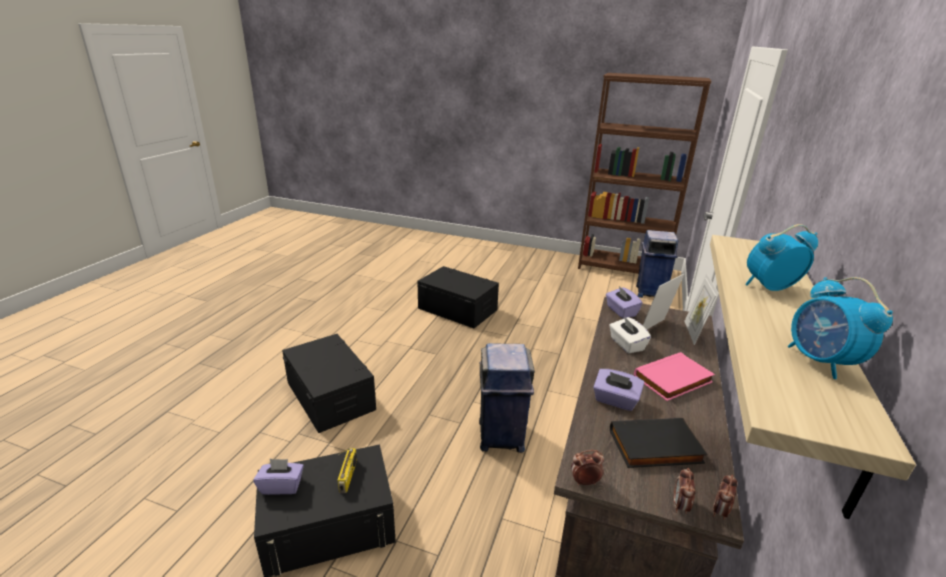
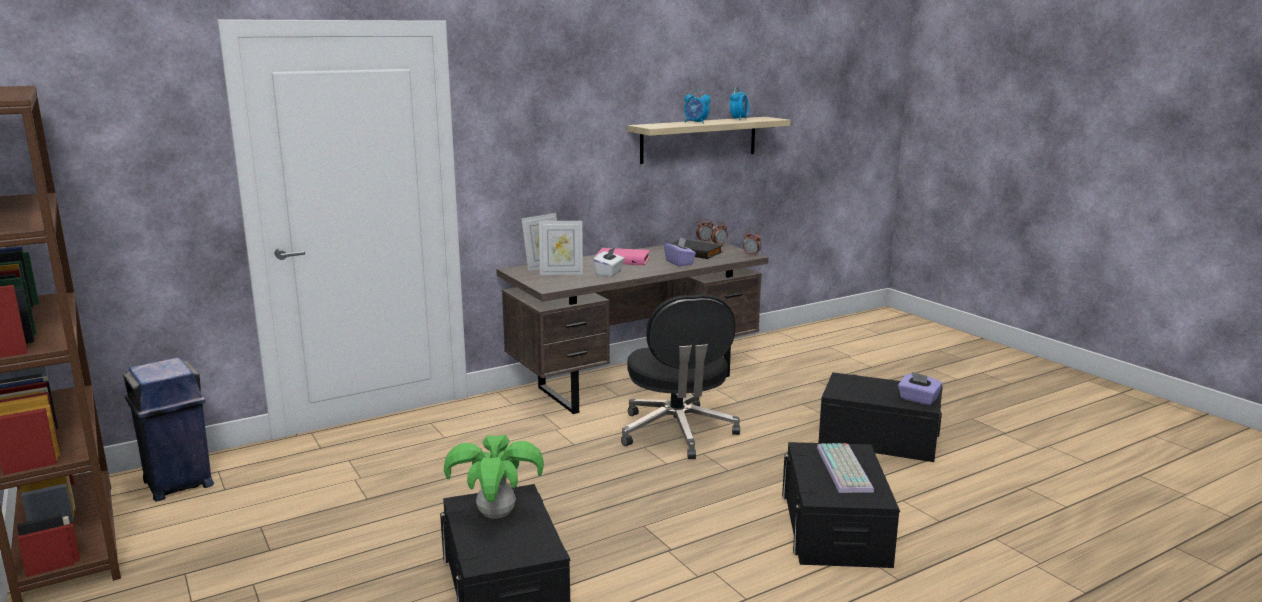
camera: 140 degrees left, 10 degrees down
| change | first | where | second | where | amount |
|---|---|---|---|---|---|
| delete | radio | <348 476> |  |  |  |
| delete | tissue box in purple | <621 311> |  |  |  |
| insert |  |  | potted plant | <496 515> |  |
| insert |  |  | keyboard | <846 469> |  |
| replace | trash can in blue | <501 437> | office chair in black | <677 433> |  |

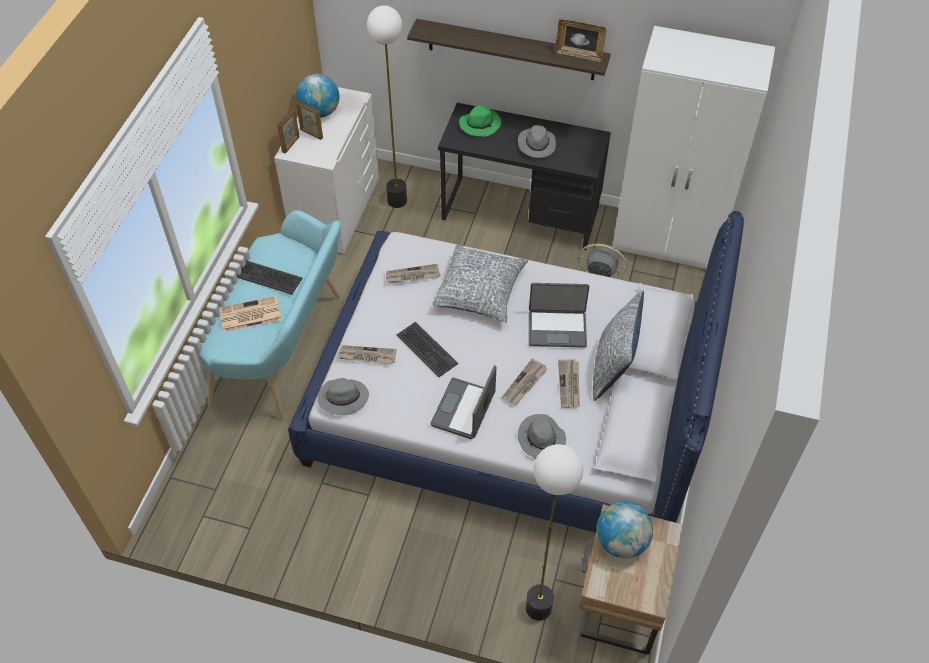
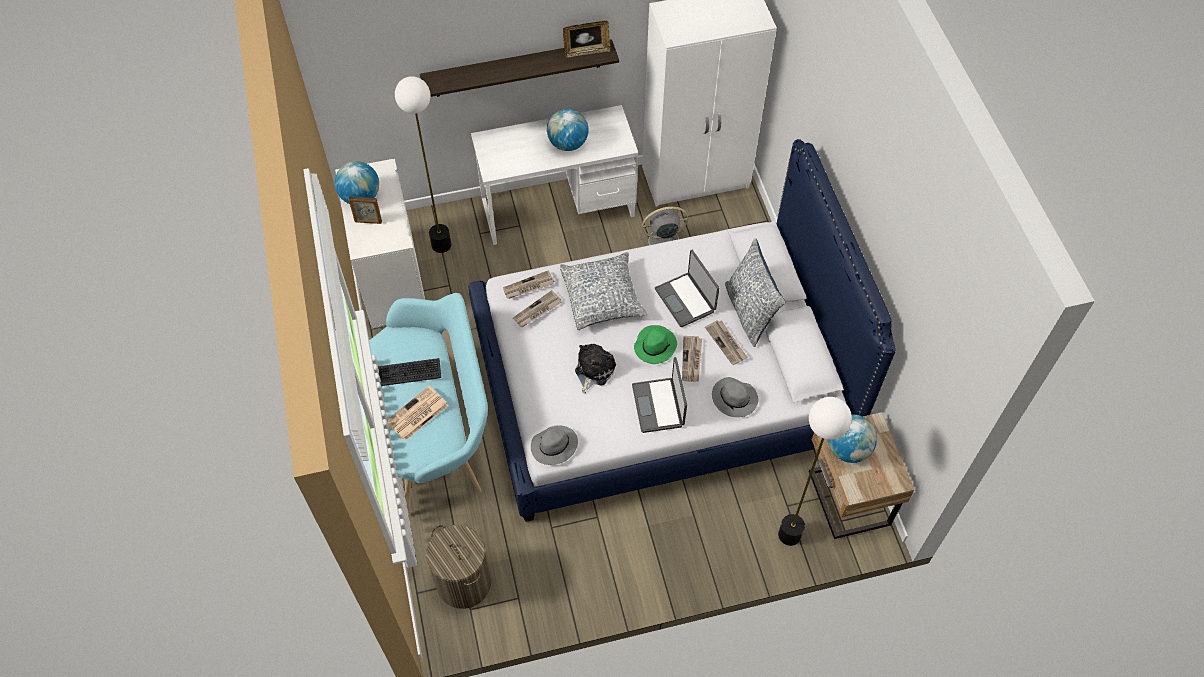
camera: 30 degrees left, 5 degrees up
| change | first | where | second | where | amount |
|---|---|---|---|---|---|
| delete | picture frame | <291 144> |  |  |  |
| insert |  |  | laundry basket | <463 582> |  |
| move | newspaper | <367 356> |  | <528 286> |  |
| move | hat in green | <480 124> |  | <655 345> |  |
| replace | keyboard | <426 350> | plush toy | <593 370> |  |
| replace | hat in grey | <536 144> | globe | <568 144> |  |
| recolor | desk in black | <520 213> | desk in white | <558 207> |  |
| rotate | laptop | <557 328> |  | <686 300> | 90 degrees clockwise |

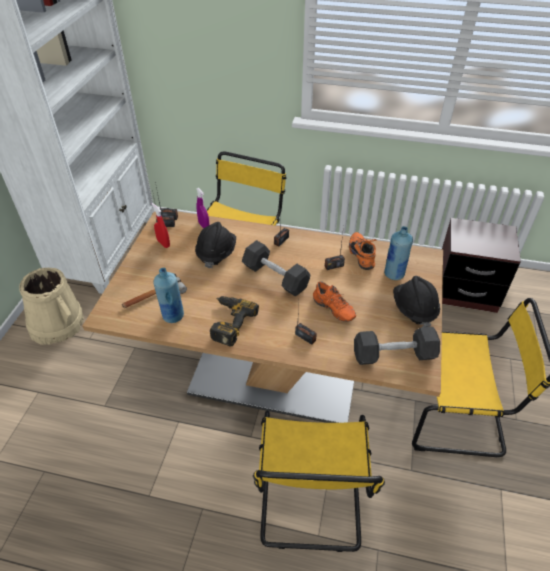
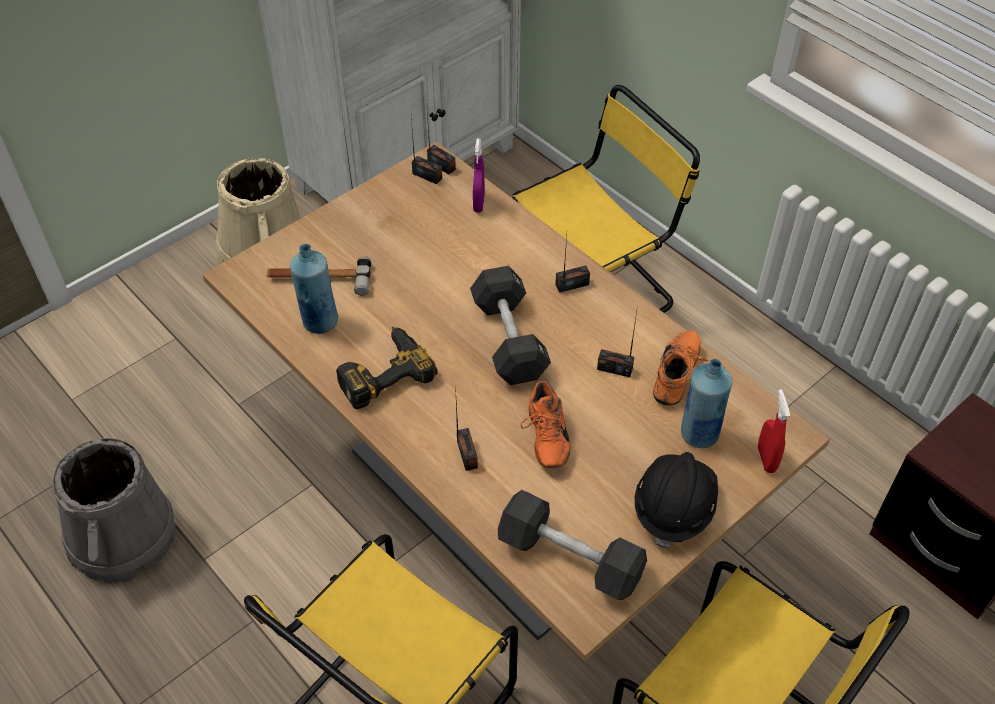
camera: 35 degrees right, 5 degrees up
| change | first | where | second | where | amount |
|---|---|---|---|---|---|
| delete | hard hat in black | <216 253> |  |  |  |
| insert |  |  | bucket in grey | <123 537> |  |
| move | spray bottle in red | <163 243> |  | <766 459> |  |

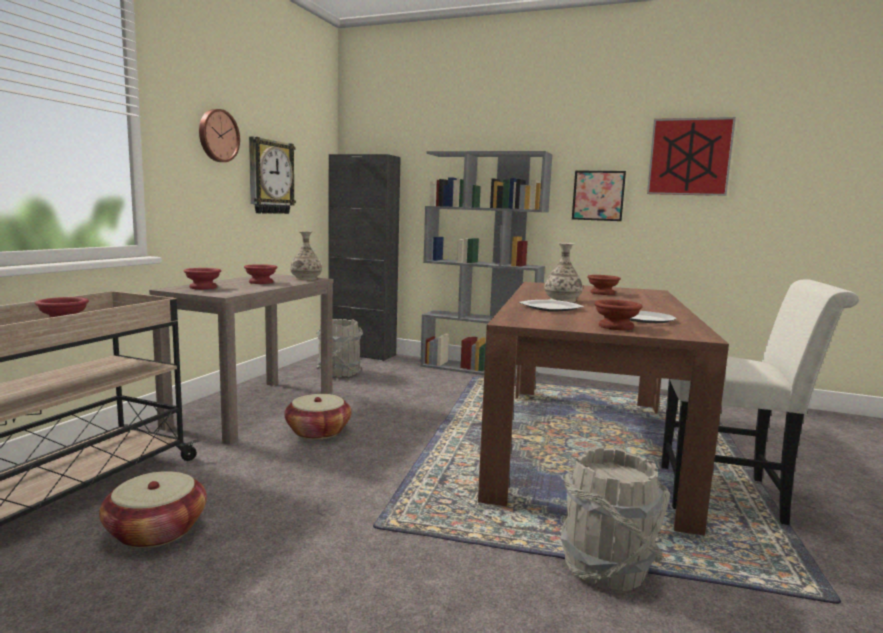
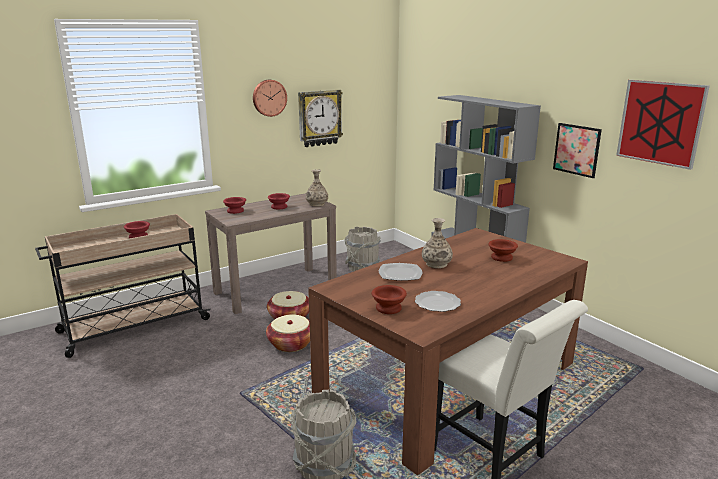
camera: 35 degrees right, 10 degrees up
| change | first | where | second | where | amount |
|---|---|---|---|---|---|
| delete | cabinet in black | <362 354> |  |  |  |
| move | basket | <156 531> |  | <291 344> |  |

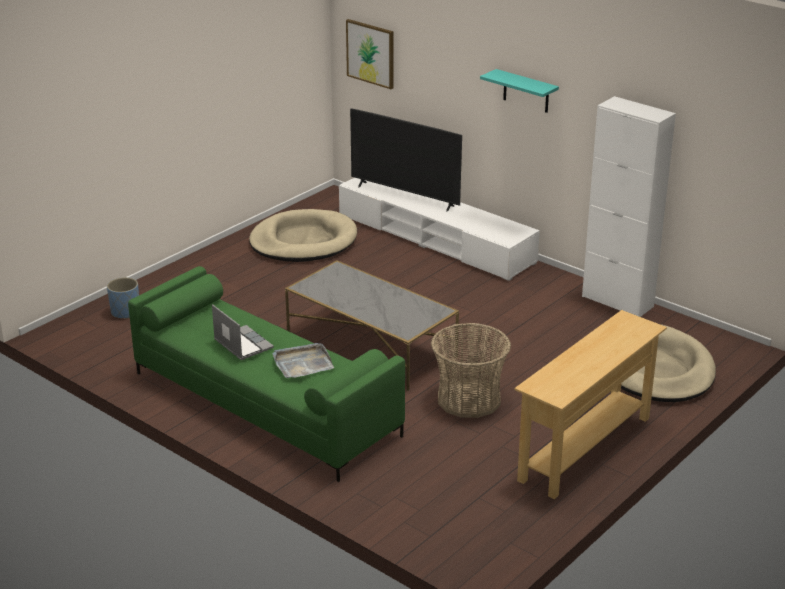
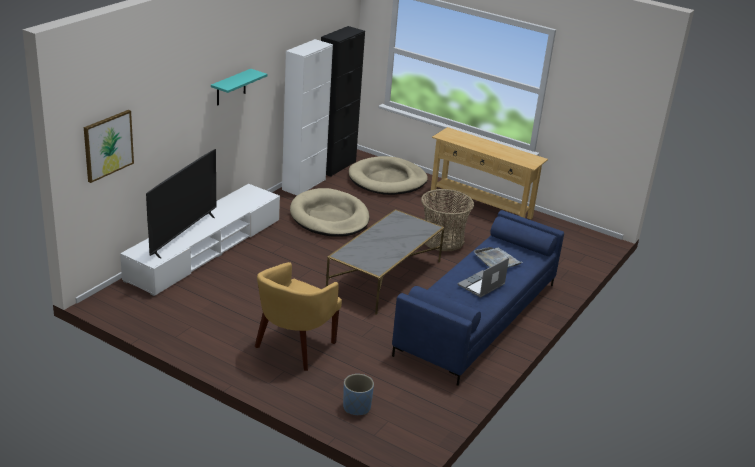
camera: 100 degrees left, 0 degrees up
| change | first | where | second | where | amount |
|---|---|---|---|---|---|
| insert |  |  | armchair in yellow | <294 347> |  |
| insert |  |  | cabinet in black | <335 166> |  |
| move | dog bed in beige | <303 241> |  | <329 217> |  |
| recolor | sofa in green | <264 404> | sofa in blue | <478 319> |  |

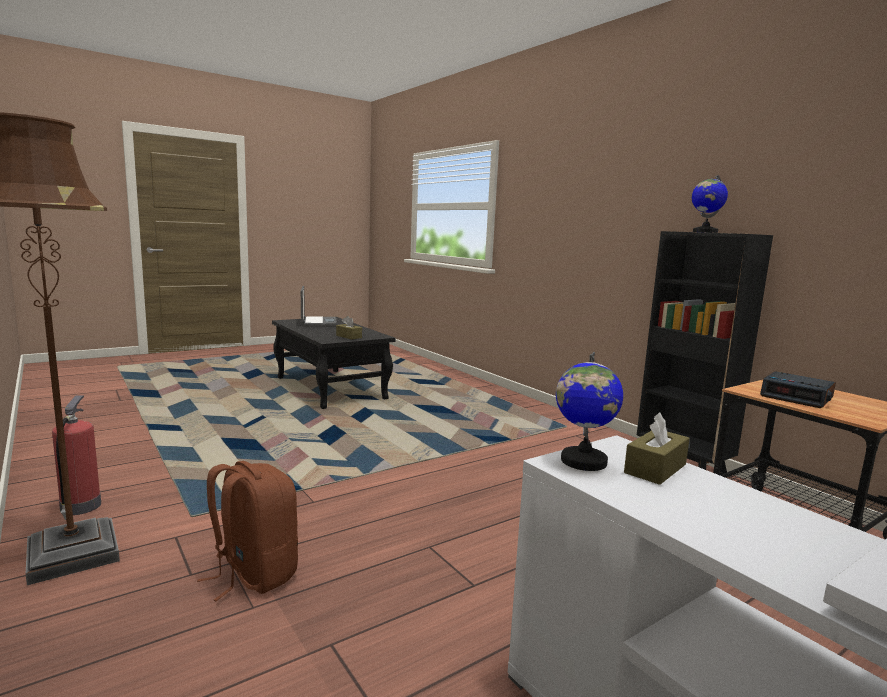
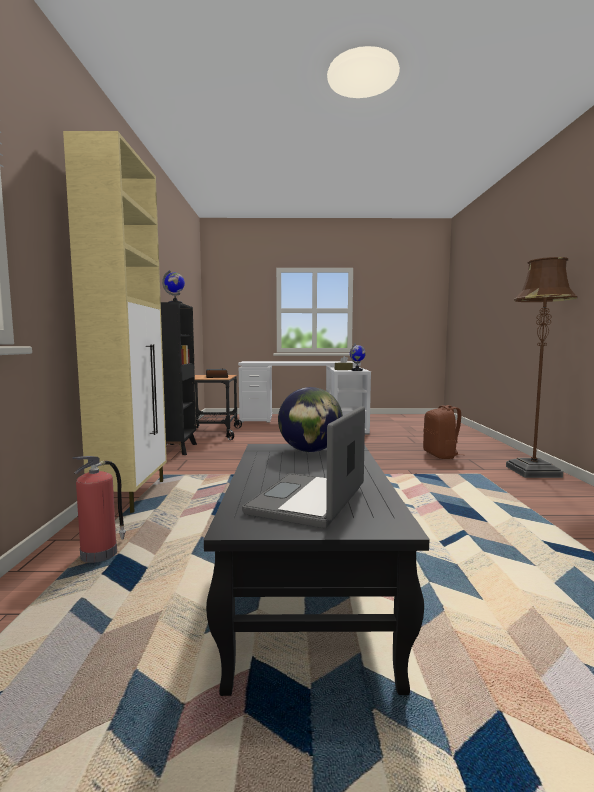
camera: 145 degrees left, 5 degrees down
| change | first | where | second | where | amount |
|---|---|---|---|---|---|
| insert |  |  | cabinet in beige | <132 496> |  |
| move | fire extinguisher | <80 507> |  | <100 554> |  |
| replace | tissue box in brown | <349 336> | globe | <310 451> |  |

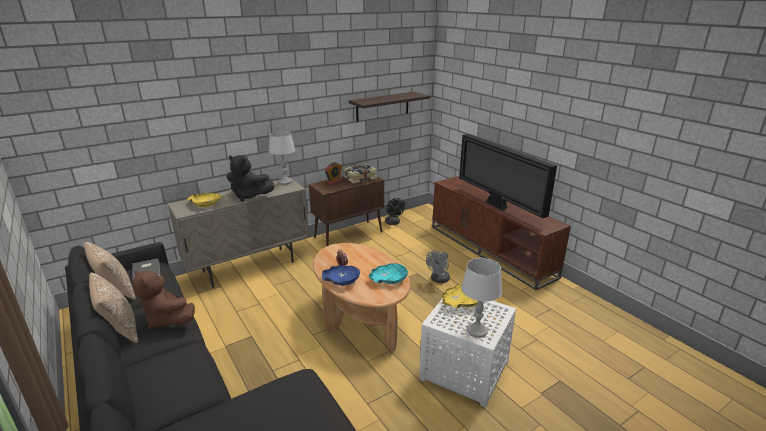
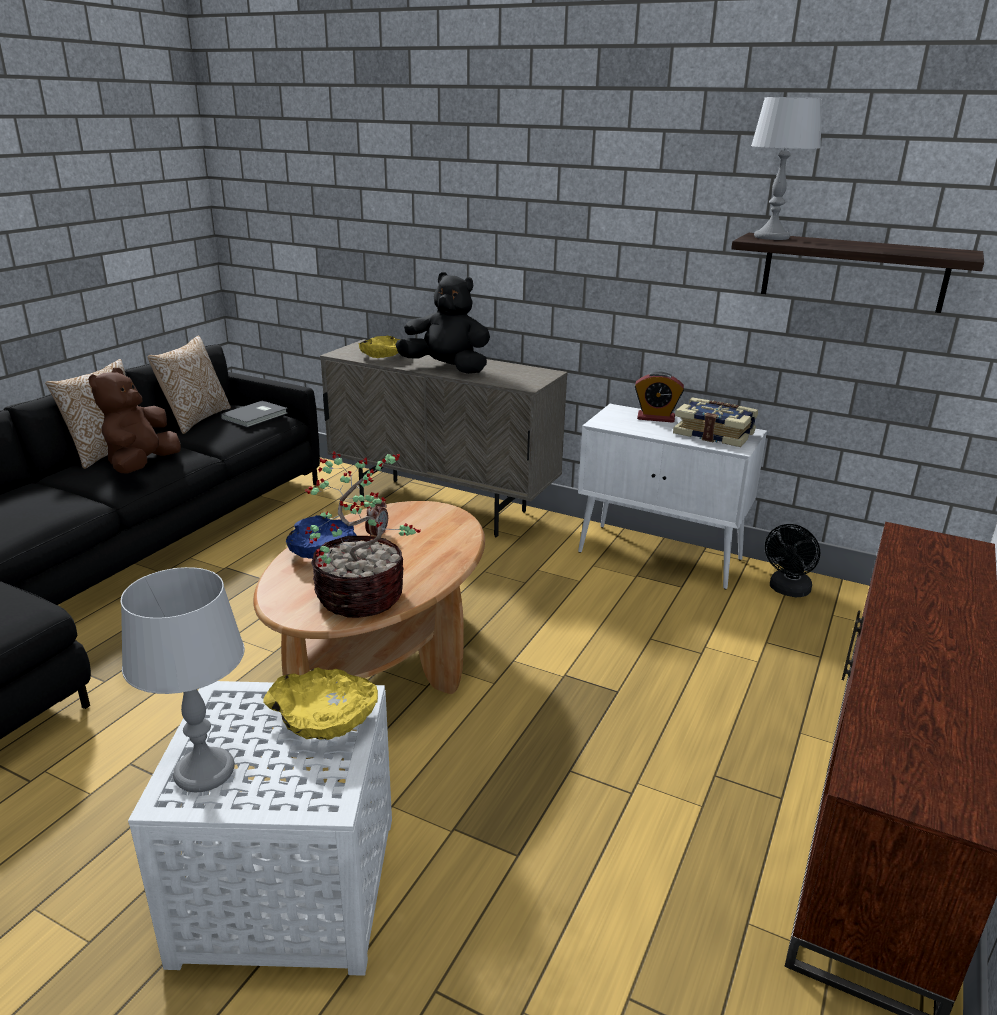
camera: 60 degrees right, 0 degrees up
| change | first | where | second | where | amount |
|---|---|---|---|---|---|
| delete | fan in grey | <438 280> |  |  |  |
| delete | television | <497 206> |  |  |  |
| move | table lamp in grey | <285 182> |  | <771 237> |  |
| replace | bowl in turquoise | <388 279> | potted plant | <363 596> |  |
| recolor | cabinet in brown | <349 235> | cabinet in white | <661 556> |  |
| rotate | plush toy in black | <249 196> |  | <447 368> | 120 degrees clockwise |

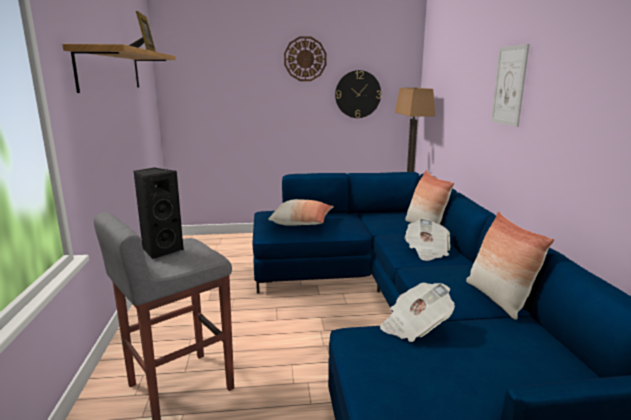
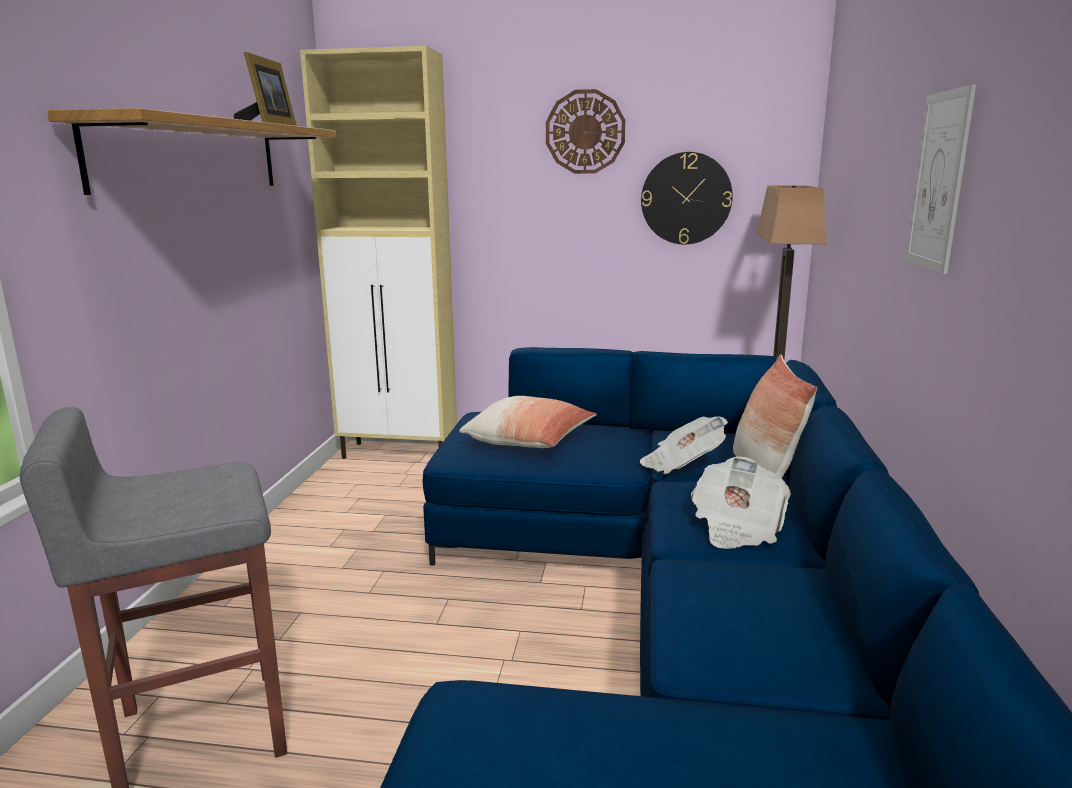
camera: 15 degrees right, 0 degrees up
| change | first | where | second | where | amount |
|---|---|---|---|---|---|
| delete | speaker in black | <161 250> |  |  |  |
| delete | pillow | <498 299> |  |  |  |
| insert |  |  | cabinet in beige | <400 453> |  |
| move | newspaper | <414 327> |  | <682 465> |  |

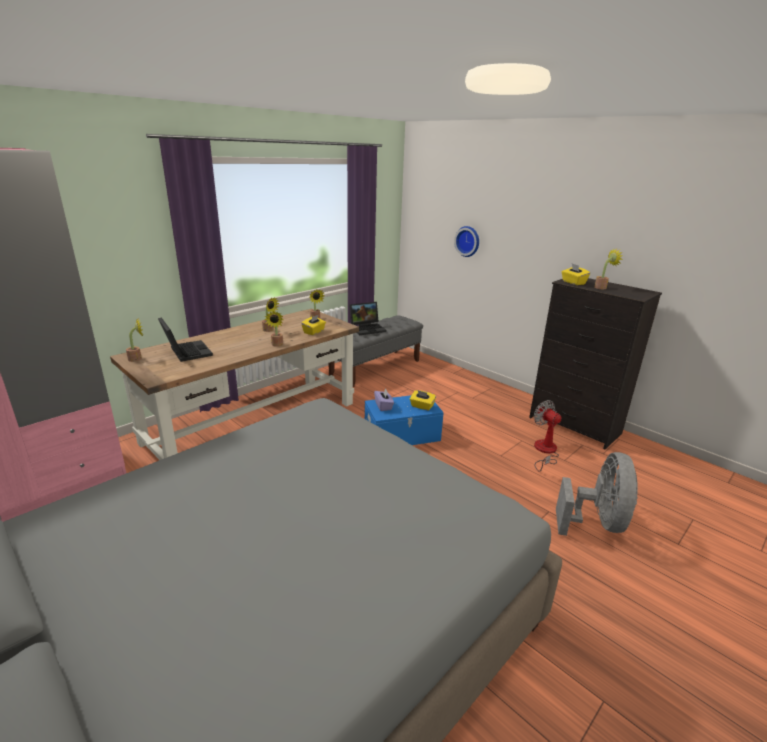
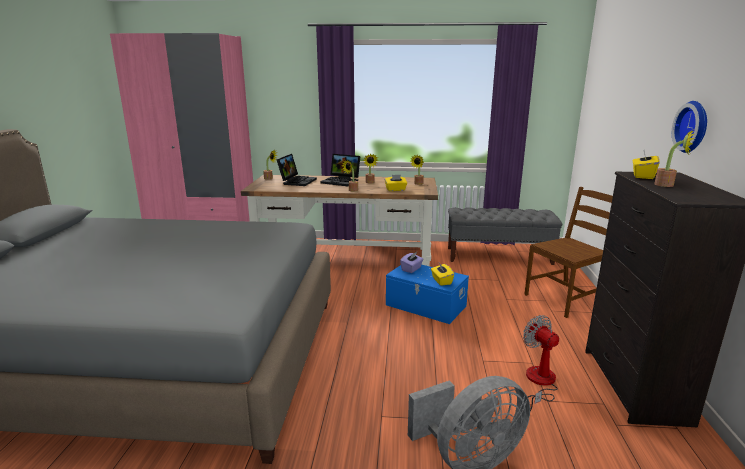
camera: 50 degrees right, 5 degrees down
| change | first | where | second | where | amount |
|---|---|---|---|---|---|
| insert |  |  | chair in brown | <565 299> |  |
| move | laptop | <368 328> |  | <342 181> |  |
| move | wall clock | <468 241> |  | <694 127> |  |
| rotate | fan | <544 451> |  | <539 383> | 45 degrees counterclockwise |

